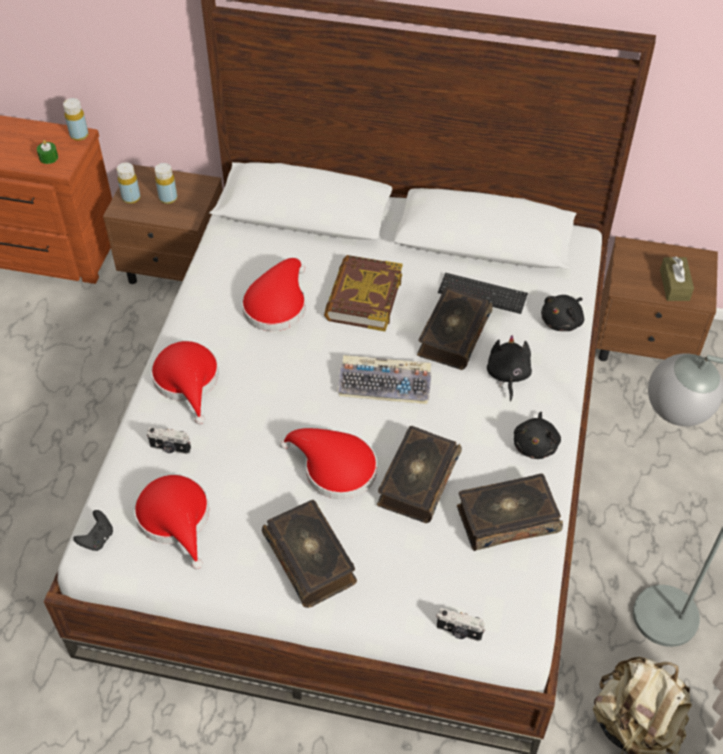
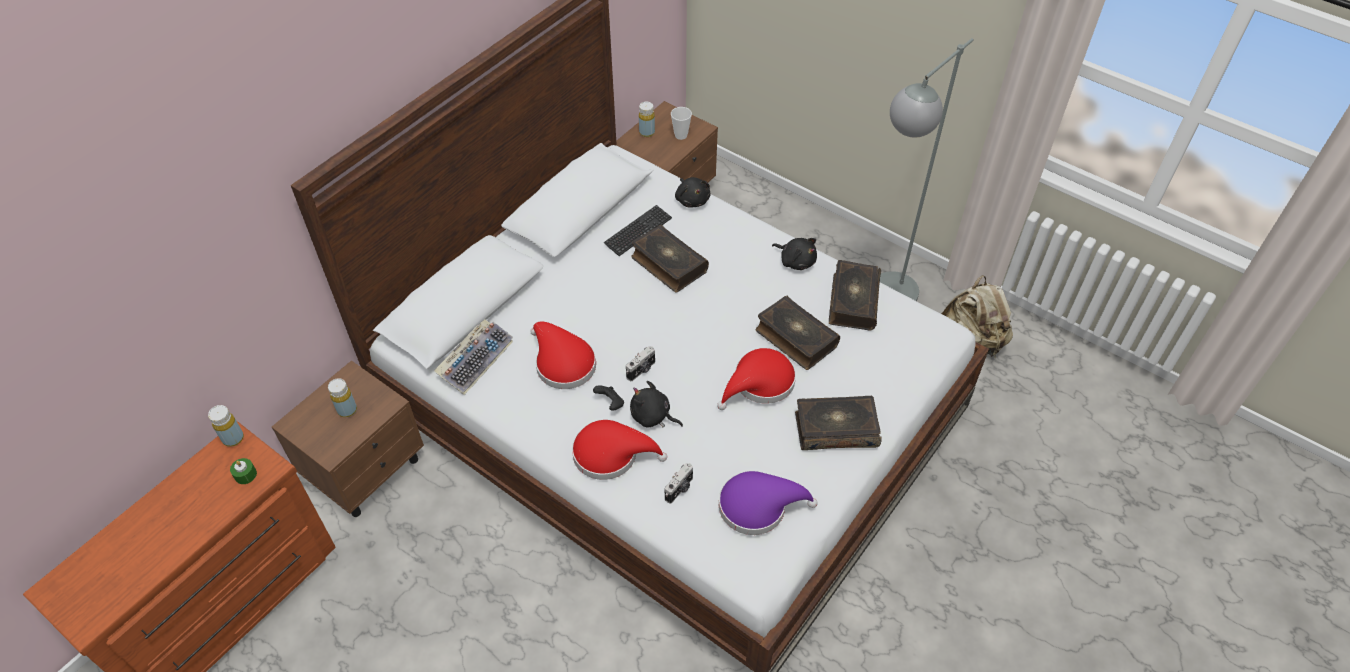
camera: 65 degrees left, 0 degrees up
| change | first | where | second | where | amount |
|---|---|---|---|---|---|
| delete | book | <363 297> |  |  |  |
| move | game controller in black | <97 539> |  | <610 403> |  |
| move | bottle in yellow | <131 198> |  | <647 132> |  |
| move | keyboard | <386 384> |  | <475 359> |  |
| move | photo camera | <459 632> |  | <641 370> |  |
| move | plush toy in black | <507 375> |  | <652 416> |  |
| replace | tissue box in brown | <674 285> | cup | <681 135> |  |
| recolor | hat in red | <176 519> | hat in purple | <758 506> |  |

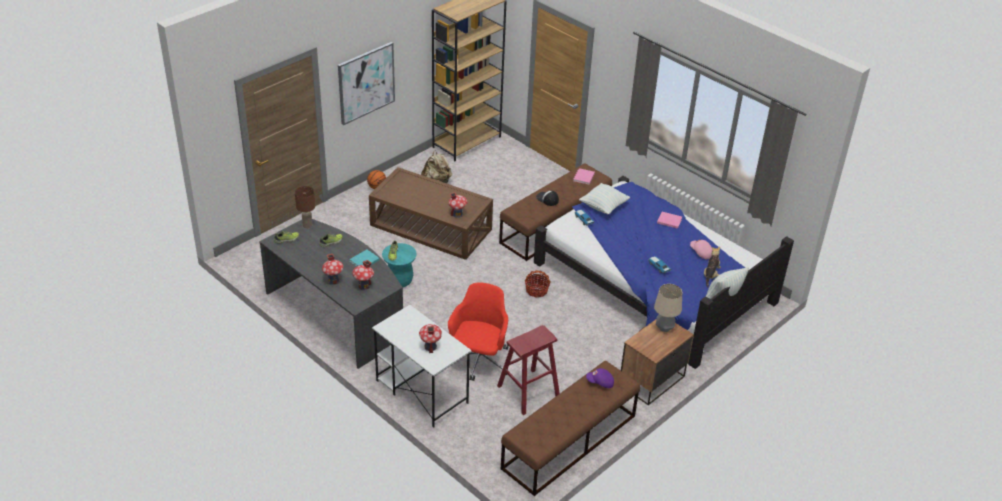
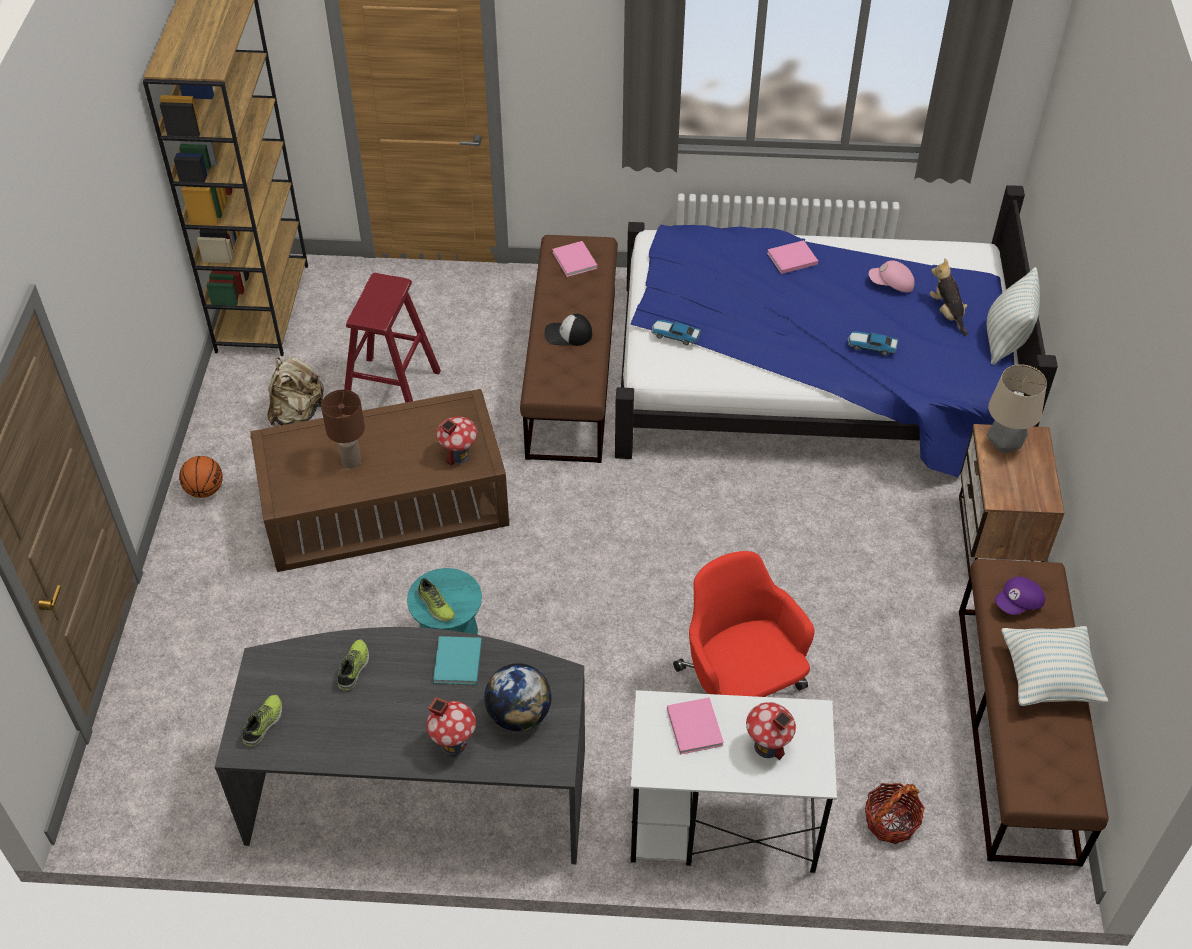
camera: 40 degrees left, 10 degrees up
| change | first | where | second | where | amount |
|---|---|---|---|---|---|
| delete | picture | <366 83> |  |  |  |
| insert |  |  | book in pink | <694 725> |  |
| move | table lamp in brown | <307 226> |  | <351 462> |  |
| move | stool in red | <528 391> |  | <392 389> |  |
| move | basket | <536 290> |  | <890 821> |  |
| move | pillow | <603 207> |  | <1048 679> |  |
| replace | toy house | <364 286> | globe | <519 714> |  |

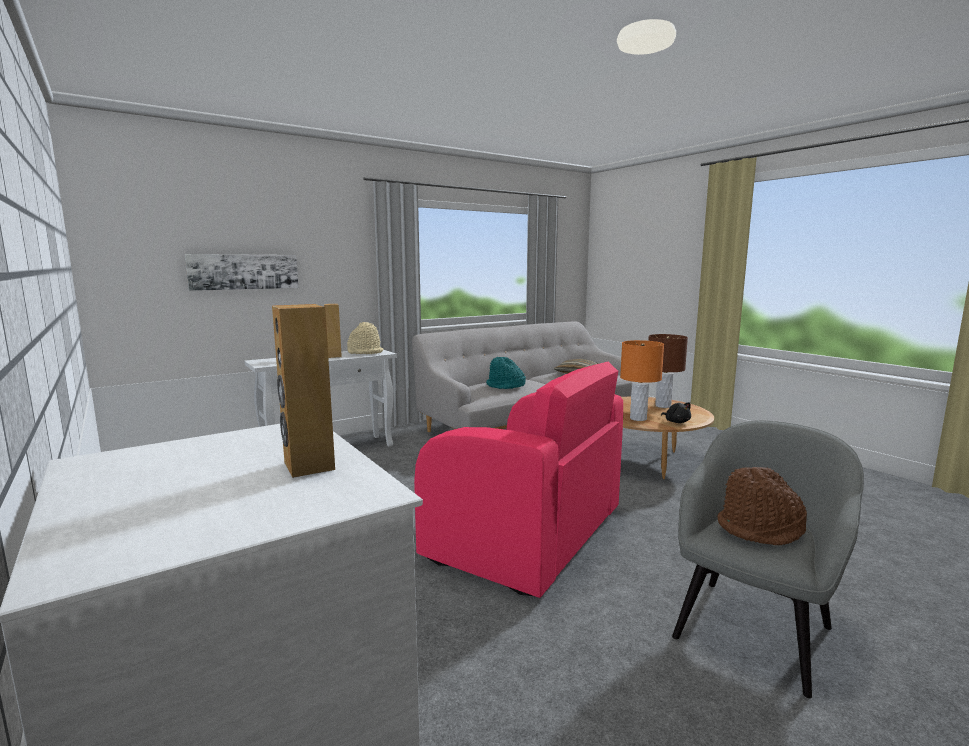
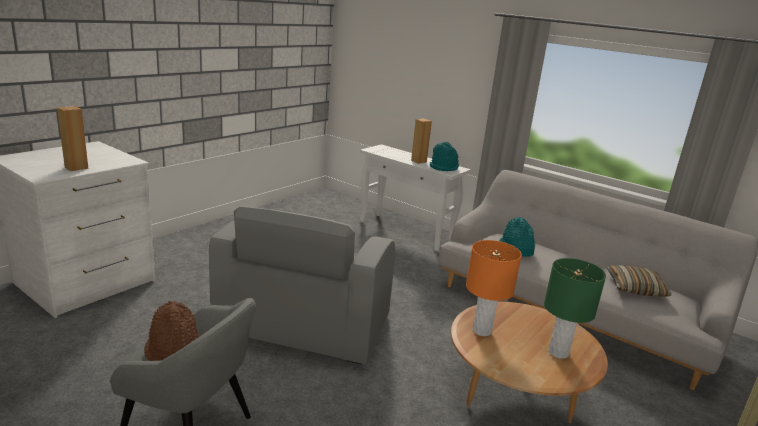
camera: 70 degrees right, 10 degrees up
| change | first | where | second | where | amount |
|---|---|---|---|---|---|
| delete | picture | <244 271> |  |  |  |
| delete | plush toy in black | <676 422> |  |  |  |
| recolor | hat in beige | <365 352> | hat in turquoise | <444 167> |  |
| recolor | armchair in pink | <527 535> | armchair in grey | <303 325> |  |
| recolor | table lamp in brown | <663 406> | table lamp in green | <558 352> |  |

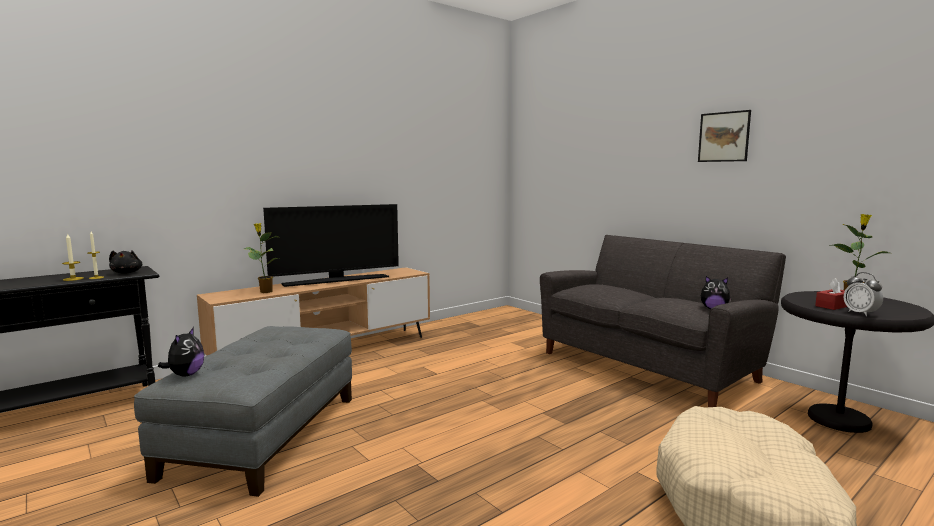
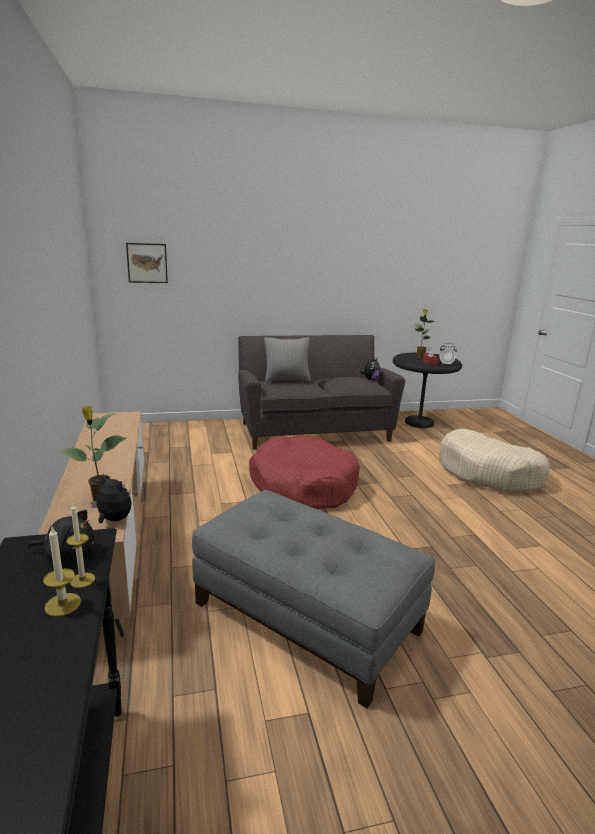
camera: 65 degrees left, 10 degrees up
| change | first | where | second | where | amount |
|---|---|---|---|---|---|
| delete | television | <337 280> |  |  |  |
| insert |  |  | dog bed in red | <303 485> |  |
| insert |  |  | pillow in grey | <287 380> |  |
| move | plush toy | <185 375> |  | <113 520> |  |
| move | picture | <723 137> |  | <147 263> |  |

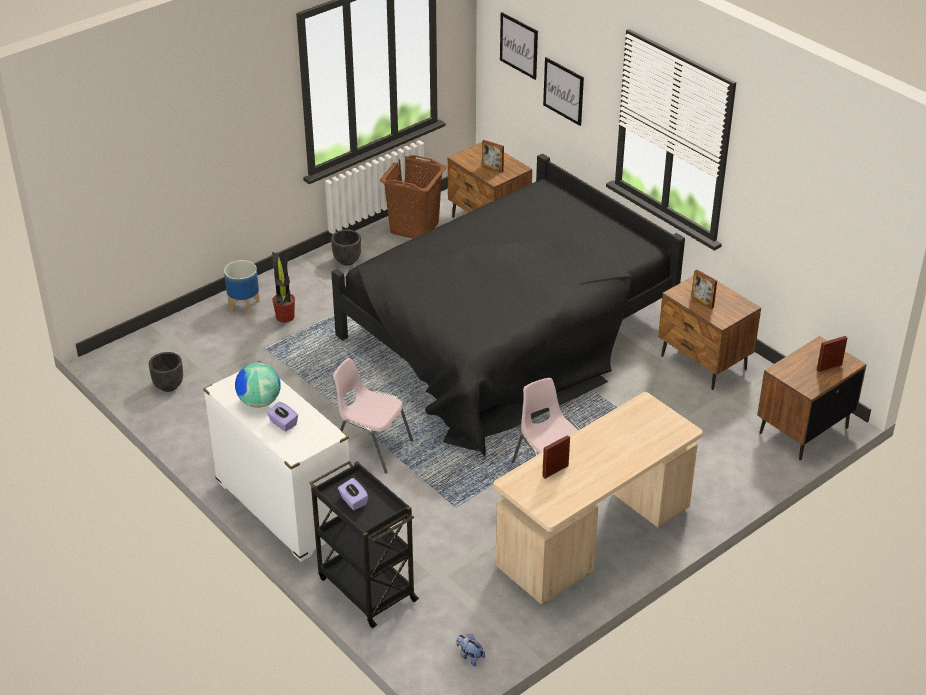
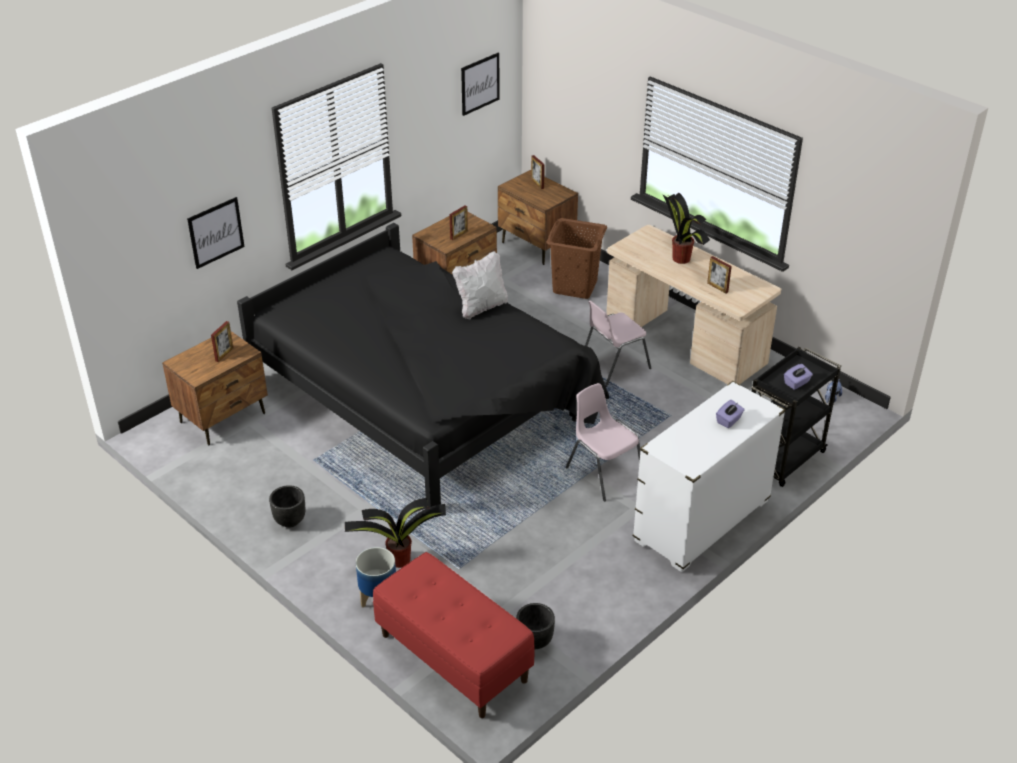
camera: 95 degrees left, 0 degrees up
| change | first | where | second | where | amount |
|---|---|---|---|---|---|
| delete | globe | <259 402> |  |  |  |
| insert |  |  | bench in red | <452 657> |  |
| insert |  |  | pillow in white | <481 307> |  |
| insert |  |  | potted plant | <681 259> |  |
| move | laundry basket in brown | <415 227> |  | <574 286> |  |
| move | picture | <519 45> |  | <480 83> |  |
| rotate | chair in pink | <371 446> |  | <603 472> | 120 degrees clockwise |

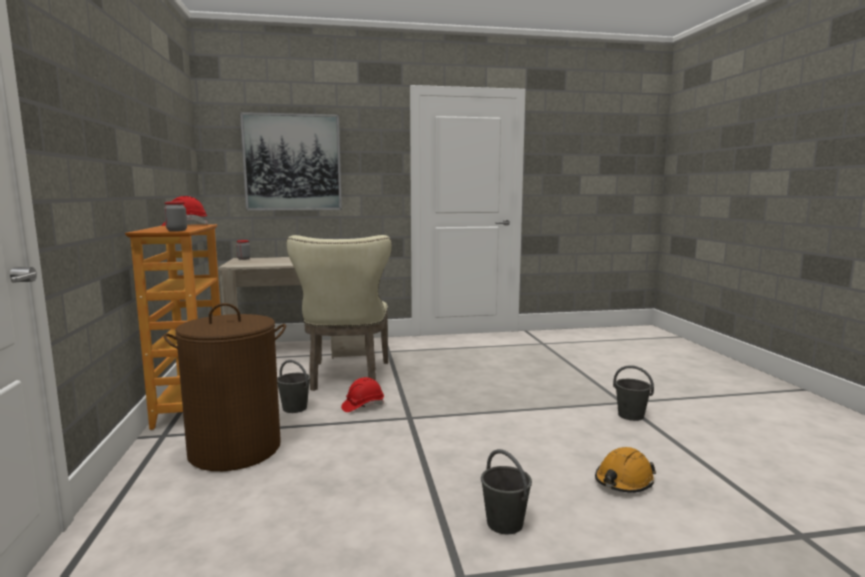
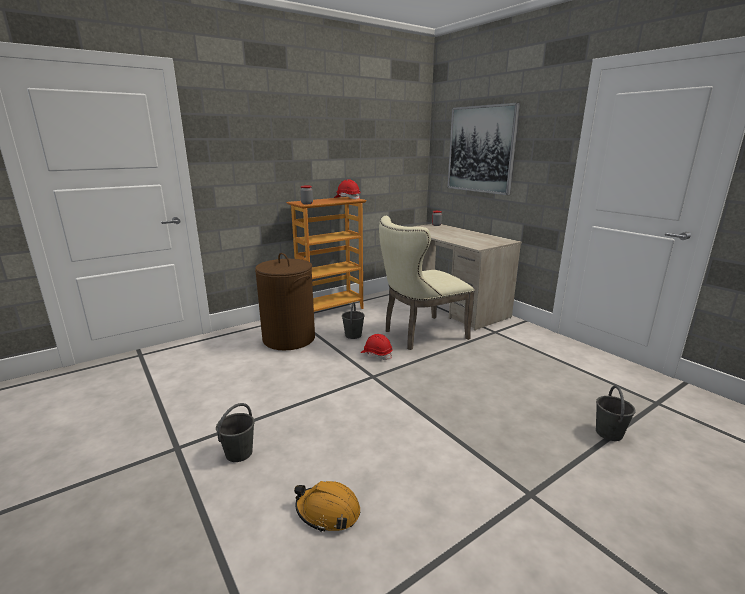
camera: 65 degrees right, 10 degrees up
| change | first | where | second | where | amount |
|---|---|---|---|---|---|
| move | bucket in grey | <631 415> |  | <609 433> |  |

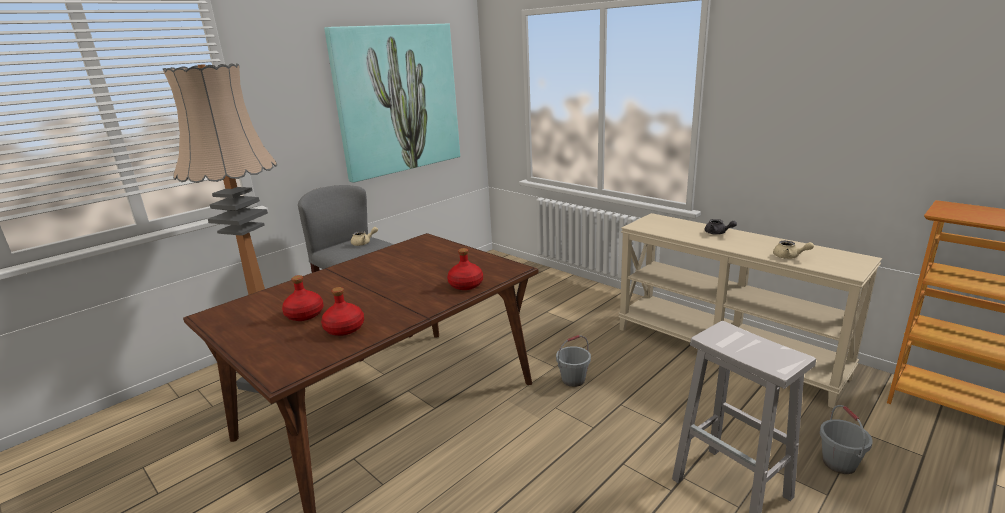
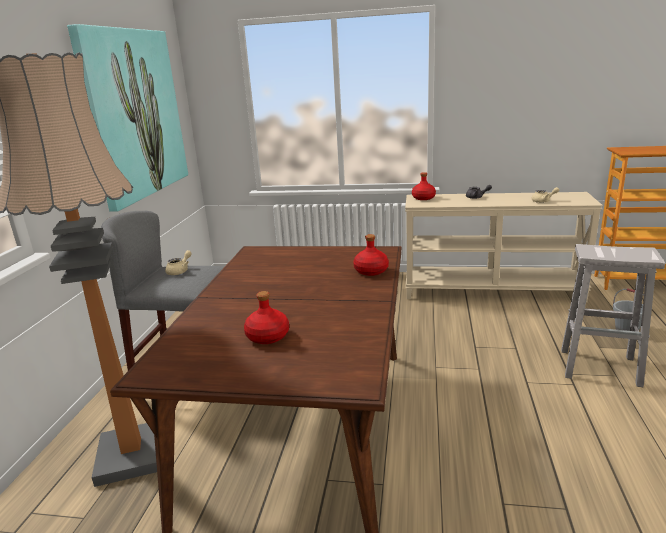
camera: 35 degrees left, 0 degrees up
| change | first | where | second | where | amount |
|---|---|---|---|---|---|
| delete | bucket in grey | <573 380> |  |  |  |
| move | bottle in red | <344 329> |  | <423 198> |  |

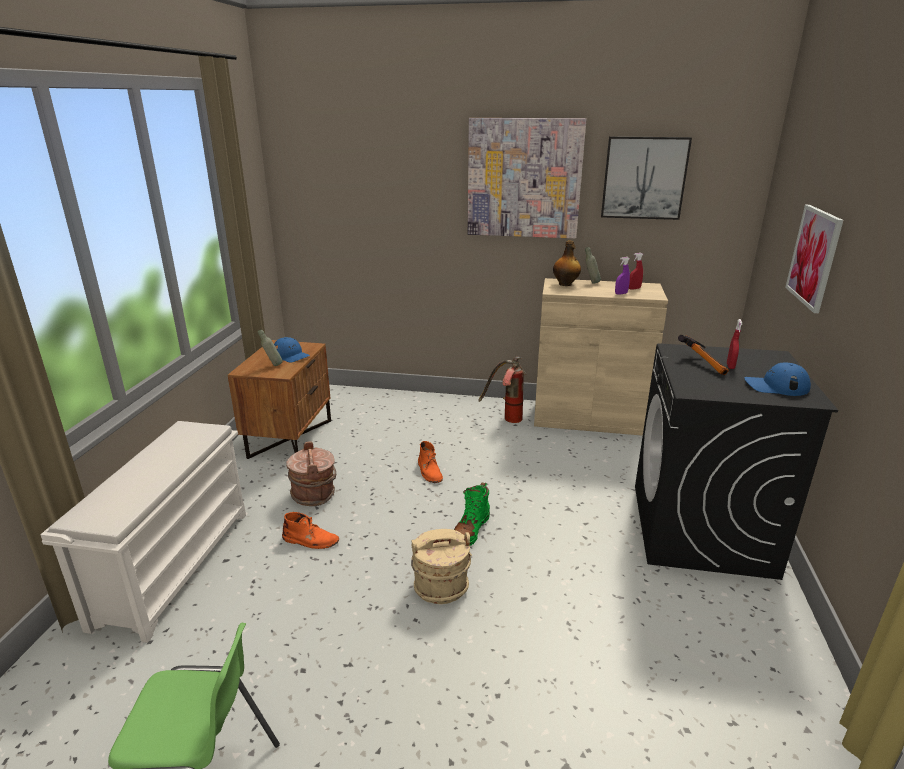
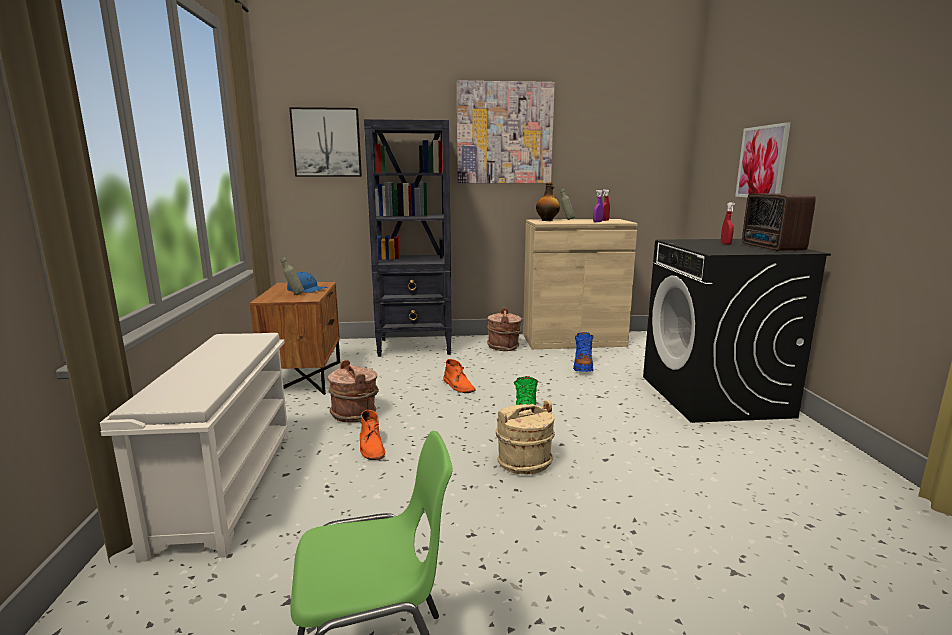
camera: 15 degrees left, 10 degrees down
| change | first | where | second | where | amount |
|---|---|---|---|---|---|
| delete | hammer | <705 364> |  |  |  |
| insert |  |  | bookcase in black | <416 347> |  |
| insert |  |  | boot in blue | <583 366> |  |
| move | picture | <644 178> |  | <326 143> |  |
| replace | fire extinguisher | <506 419> | bucket in brown | <504 347> |  |
| replace | cap in blue | <776 386> | radio | <772 248> |  |
| rotate | boot in orange | <311 540> |  | <371 447> | 75 degrees clockwise |

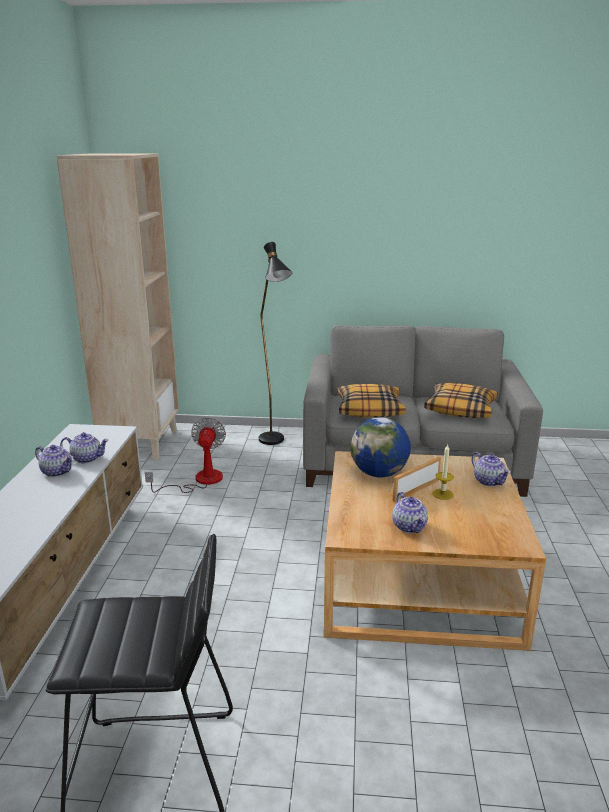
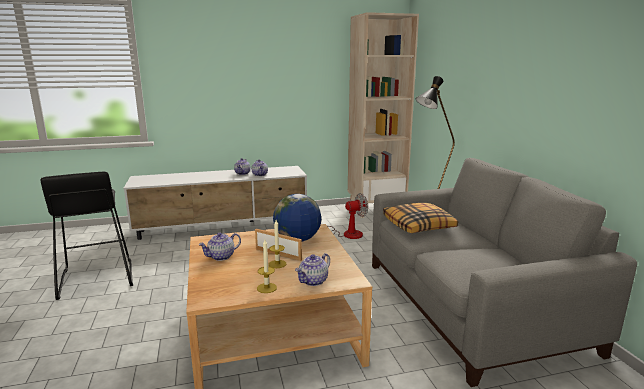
camera: 70 degrees right, 5 degrees down
| change | first | where | second | where | amount |
|---|---|---|---|---|---|
| delete | pillow | <460 409> |  |  |  |
| insert |  |  | candle | <266 288> |  |

